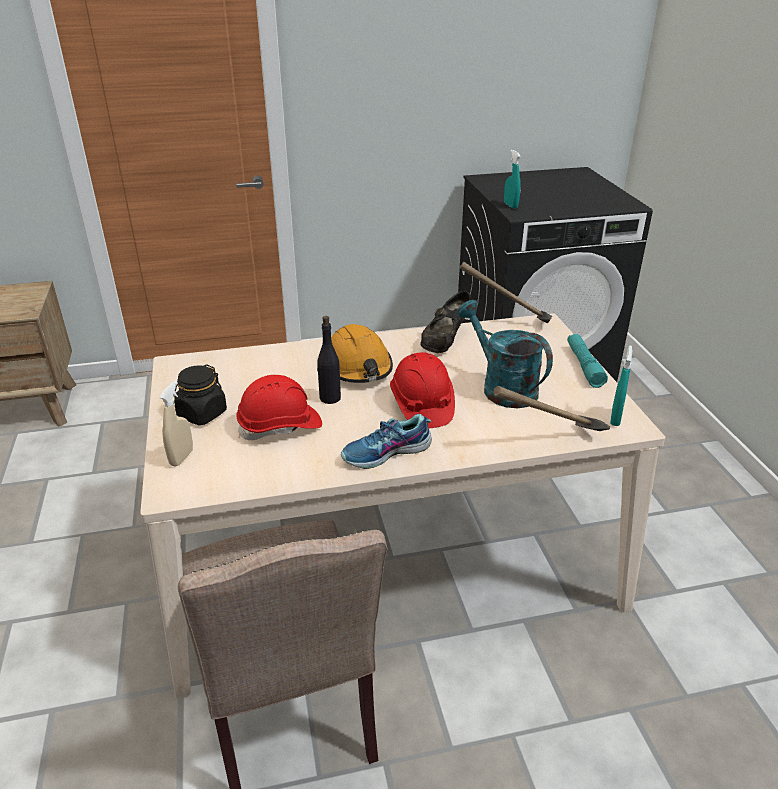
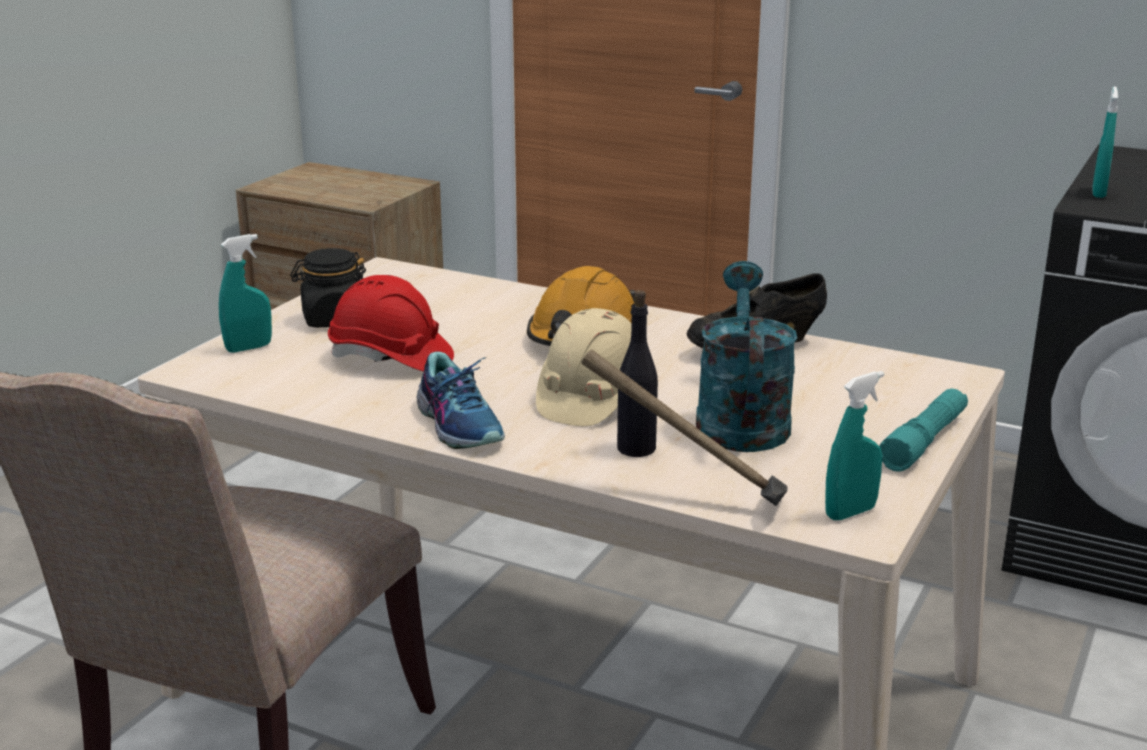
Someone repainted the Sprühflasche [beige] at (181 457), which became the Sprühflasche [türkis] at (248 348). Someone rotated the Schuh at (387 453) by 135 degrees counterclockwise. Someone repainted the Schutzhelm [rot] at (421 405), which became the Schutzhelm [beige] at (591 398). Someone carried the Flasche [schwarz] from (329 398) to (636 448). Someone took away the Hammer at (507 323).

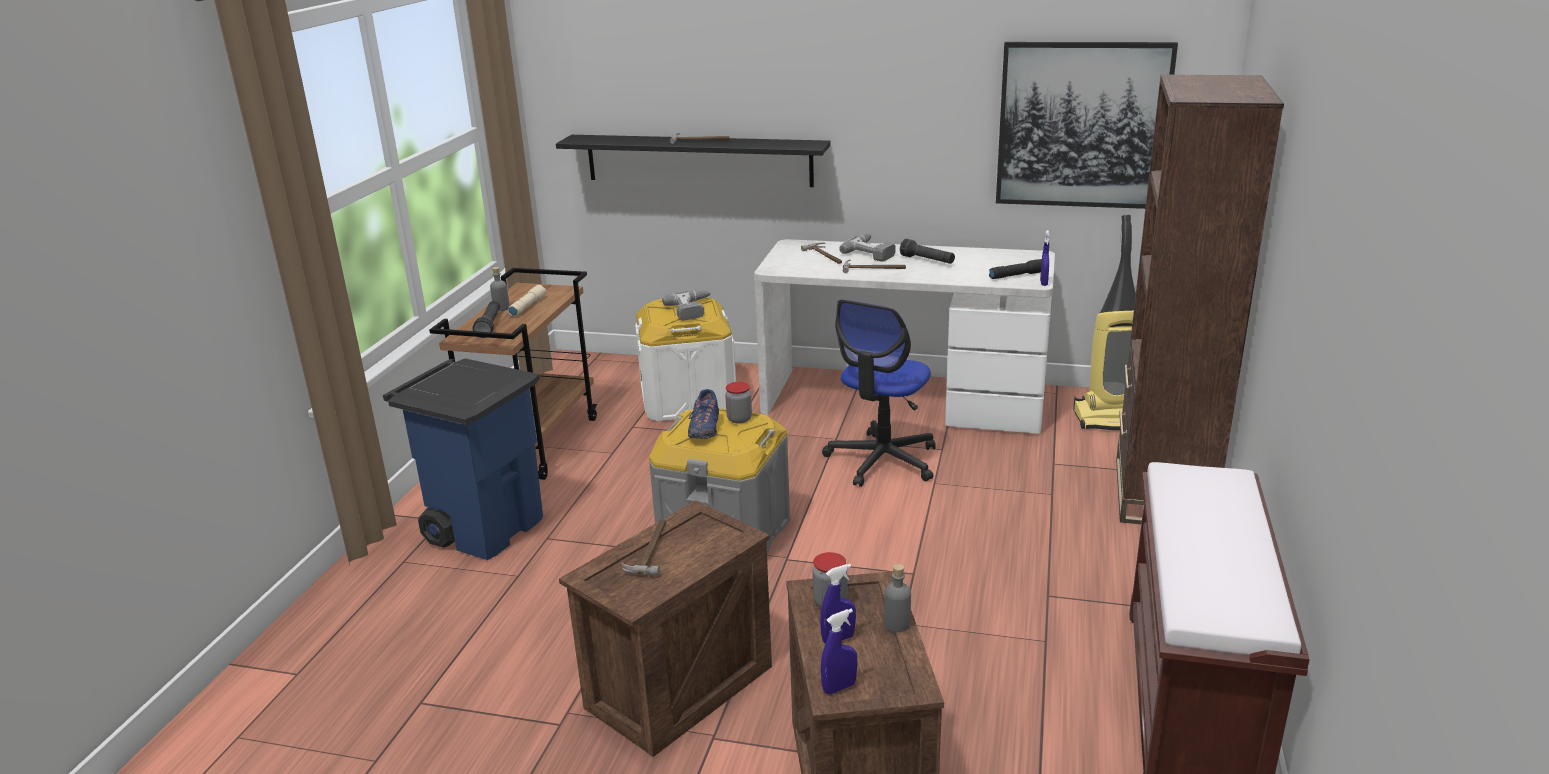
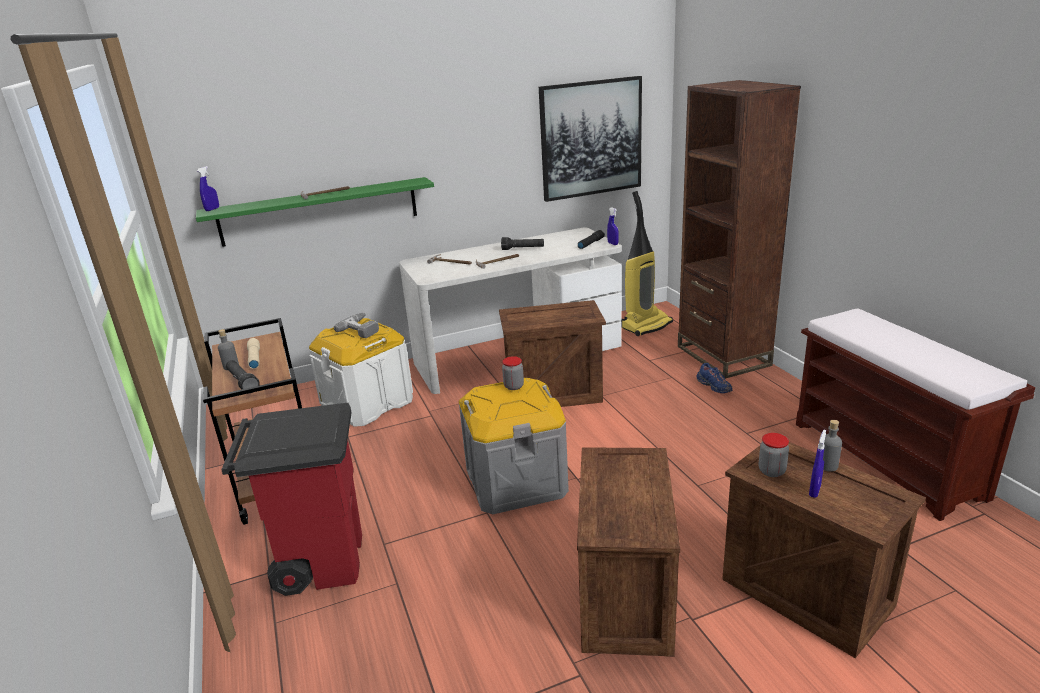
Someone repainted the Wandregal [schwarz] at (698 160), which became the Wandregal [grün] at (320 211). Someone carried the Sprühflasche [blau] from (839 687) to (212 209). Someone repainted the Mülleimer [blau] at (486 528), which became the Mülleimer [rot] at (320 560). Someone swapped the Bürostuhl at (882 460) for the Kiste at (553 394). Someone carried the Schuh [blau] from (705 428) to (714 387). Someone took away the Hammer at (650 549). Someone took away the Bohrmaschine at (872 252).

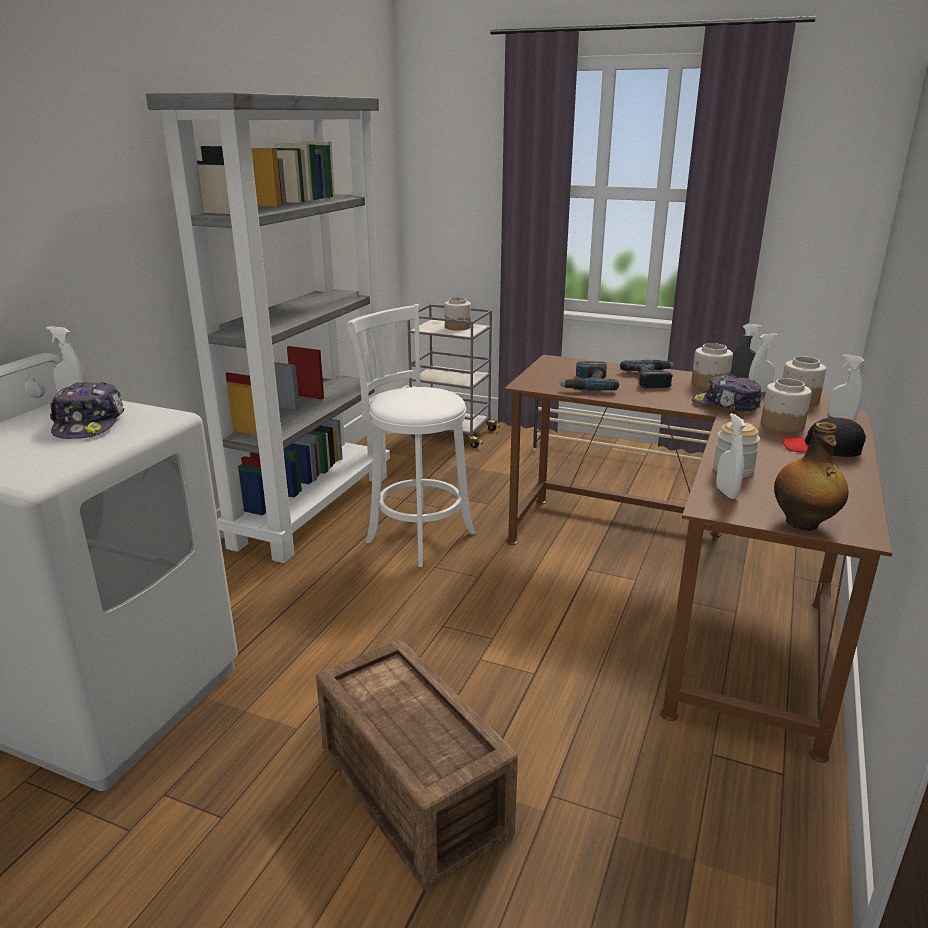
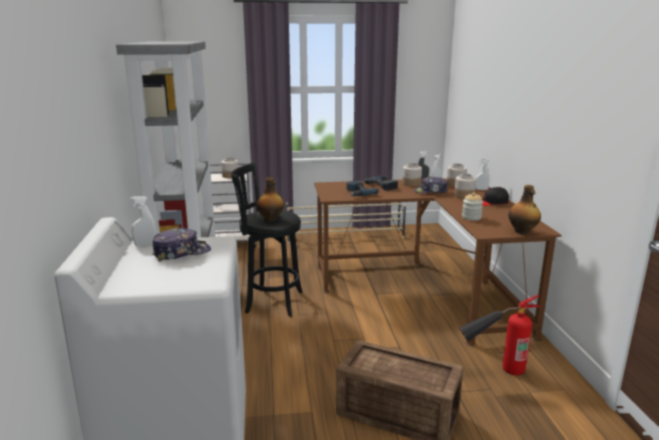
Someone rotated the Kappe at (90 424) by 75 degrees counterclockwise. Someone repainted the Hocker [weiß] at (416 535), which became the Hocker [schwarz] at (271 302). Someone put down the Flasche at (271 219). Someone put down the Feuerlöscher at (493 370). Someone took away the Sprühflasche [weiß] at (726 493).

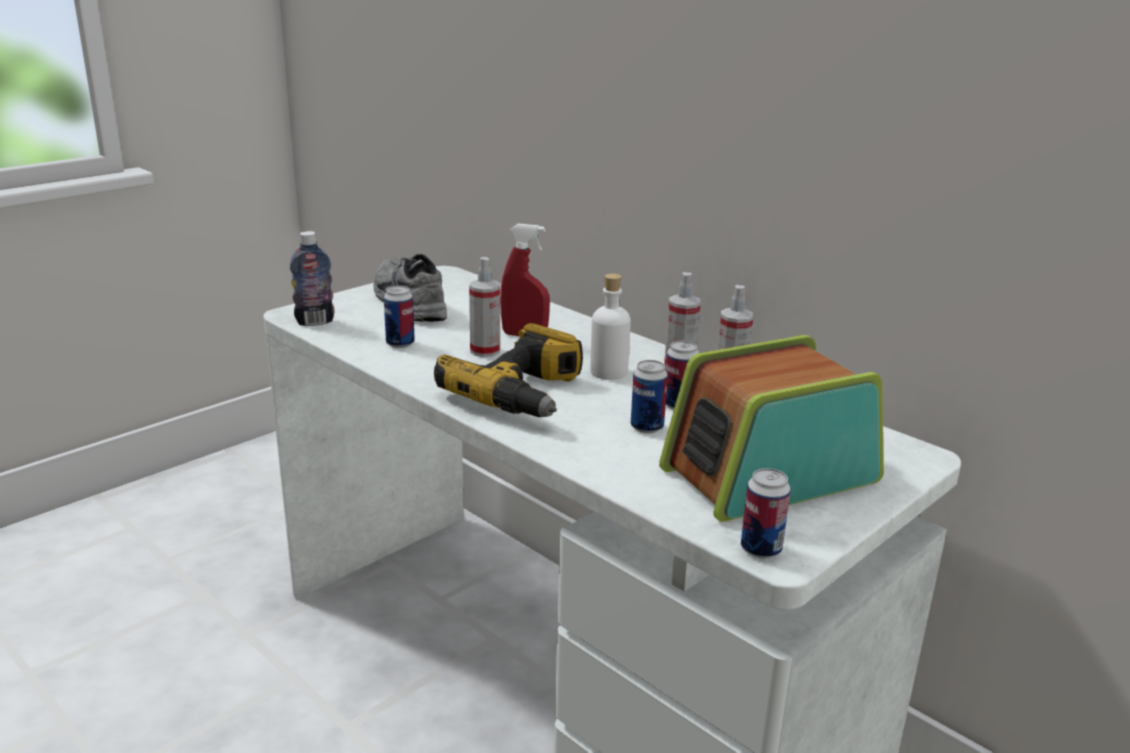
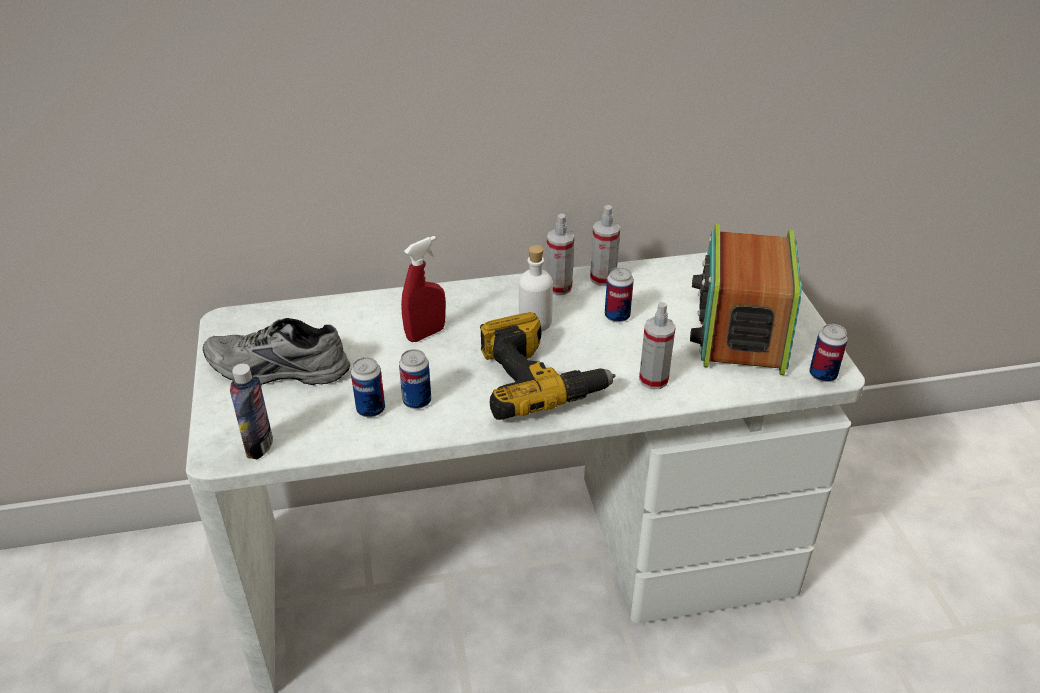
Someone carried the Dose from (647 427) to (417 401). Someone carried the Sprühflasche from (485 351) to (653 379).

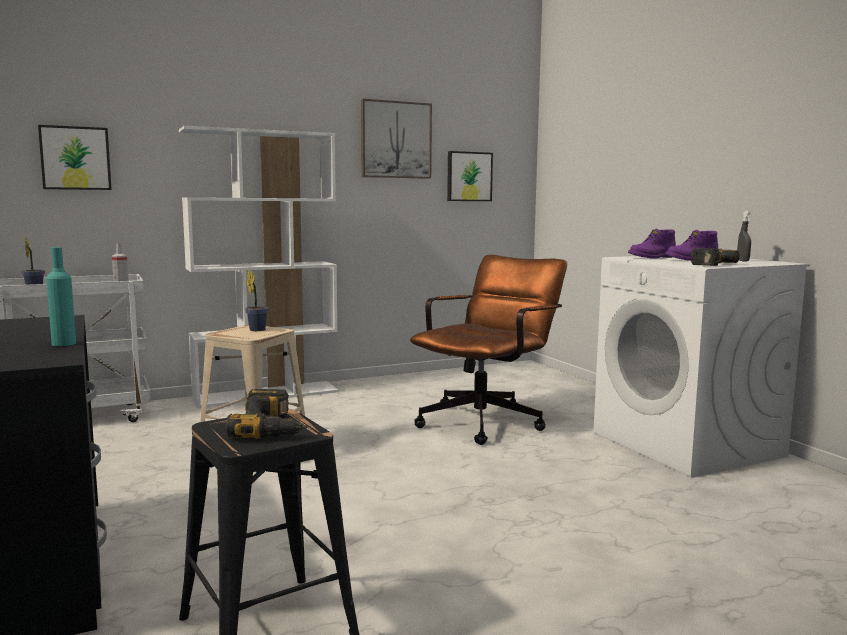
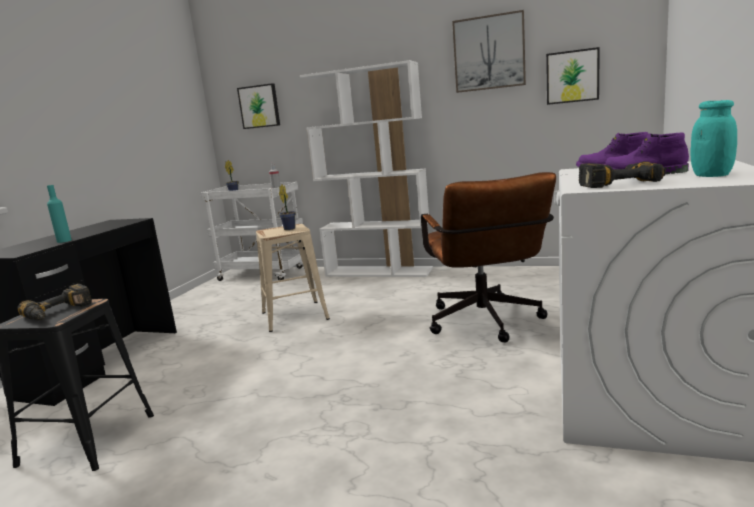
Someone rotated the Bürostuhl [braun] at (487 420) by 90 degrees clockwise. Someone swapped the Sprühflasche [grau] at (743 261) for the Vorratsglas [türkis] at (711 175).

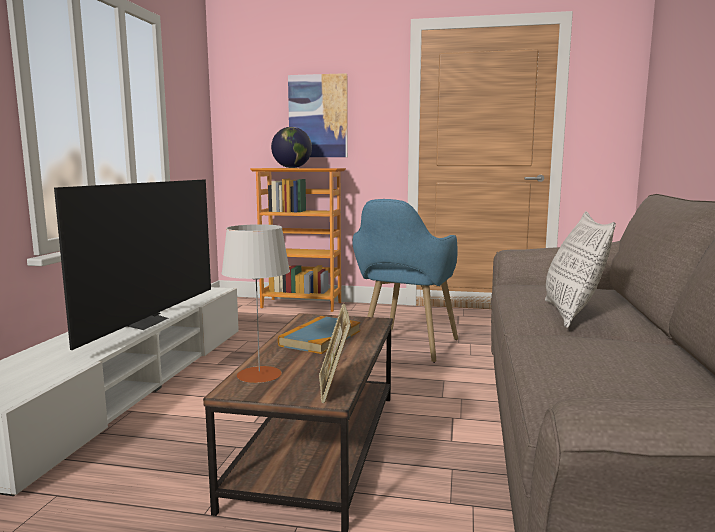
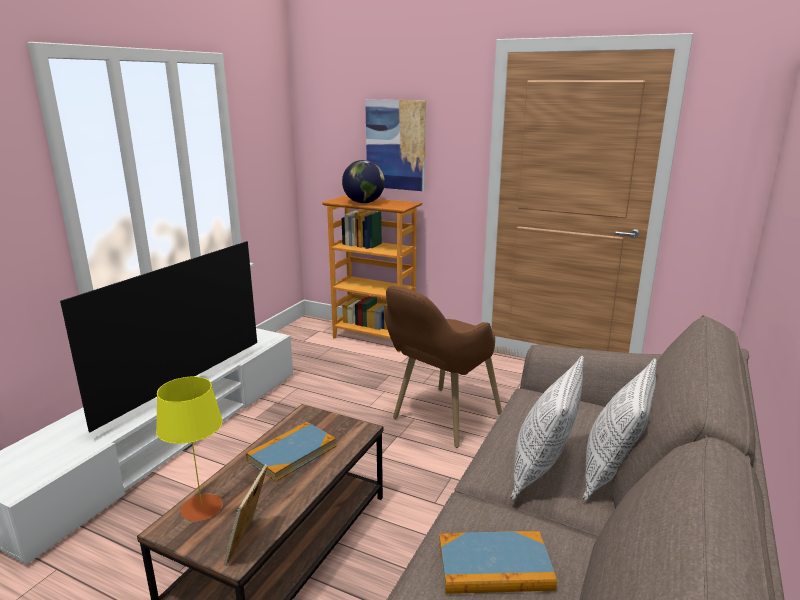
Someone repainted the Tischlampe [grau] at (259 375), which became the Tischlampe [gelb] at (201 507). Someone repainted the Sessel [blau] at (405 349), which became the Sessel [braun] at (439 422). Someone put down the Buch at (494 567). Someone put down the Kissen at (611 473).

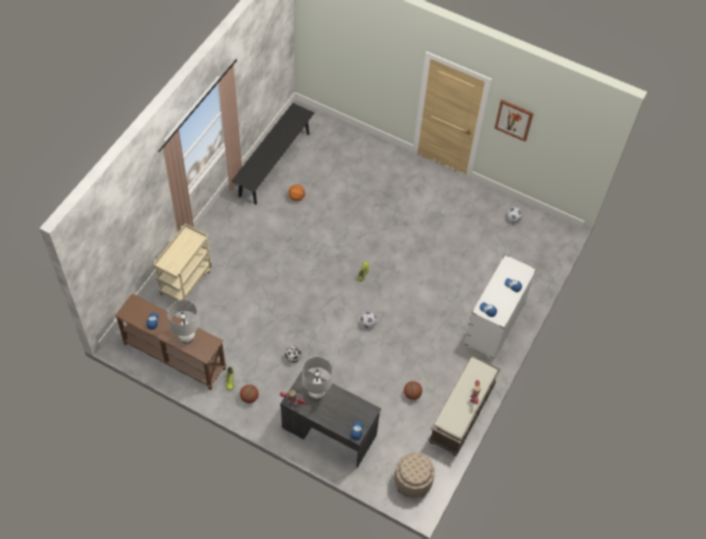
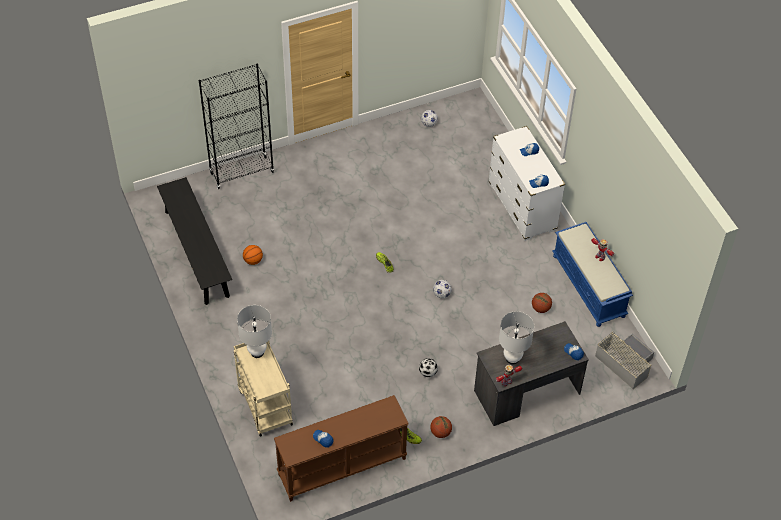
Someone put down the Bücherregal [schwarz] at (242 172). Someone carried the Tischlampe [weiß] from (187 338) to (257 352). Someone repainted the Bank [braun] at (462 414), which became the Bank [blau] at (589 286). Someone swapped the Polsterhocker [beige] at (412 481) for the Aufbewahrungsbox [grau] at (624 362). Someone took away the Bild at (514 120).

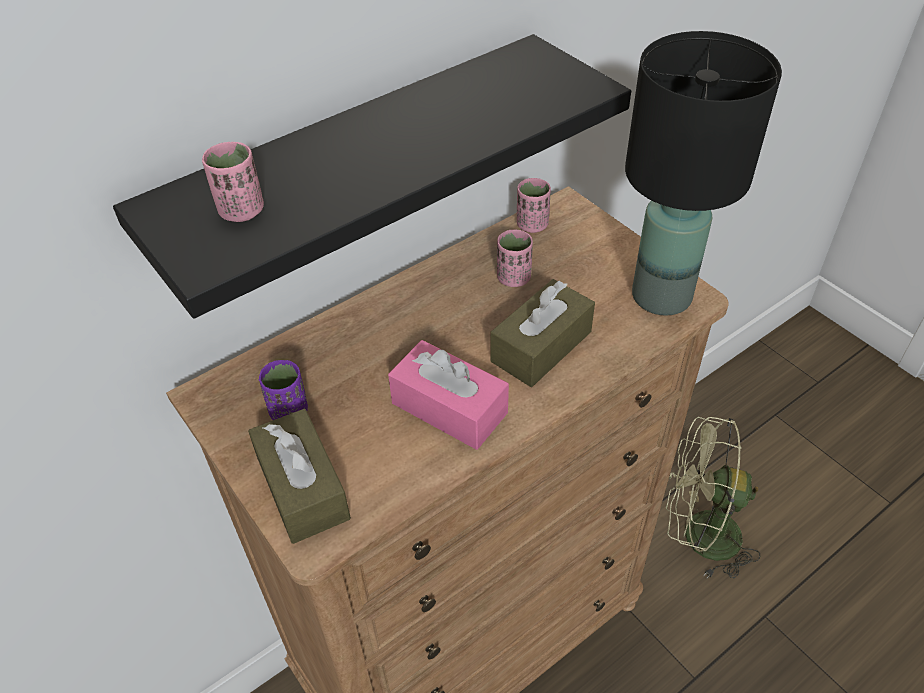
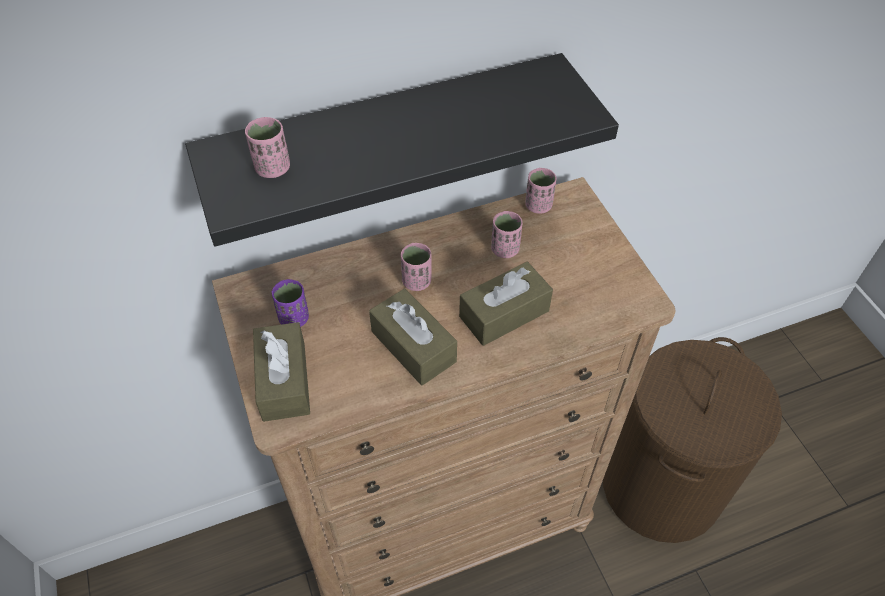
Someone repainted the Taschentuchbox [rosa] at (449 408), which became the Taschentuchbox [braun] at (413 346). Someone put down the Tasse [rosa] at (417 281). Someone swapped the Ventilator [grün] at (698 536) for the Wäschekorb [braun] at (661 487). Someone took away the Tischlampe [schwarz] at (663 297).

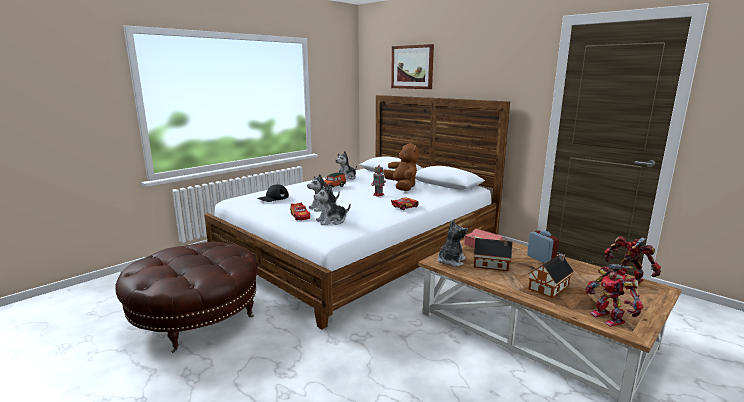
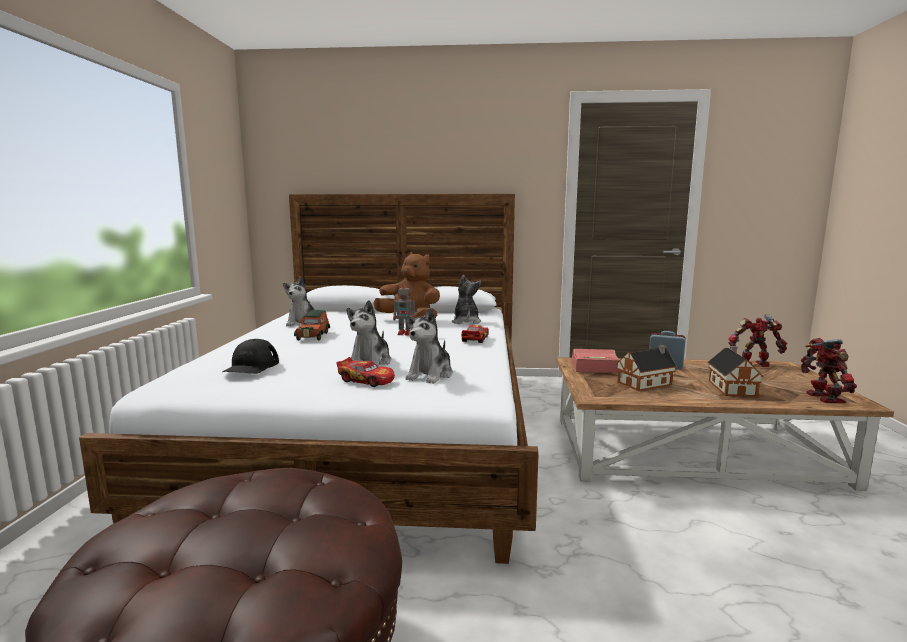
Someone carried the Plüschtier from (450 261) to (466 322). Someone rotated the Spielzeugroboter at (608 318) by 120 degrees counterclockwise. Someone took away the Bild at (412 67).

